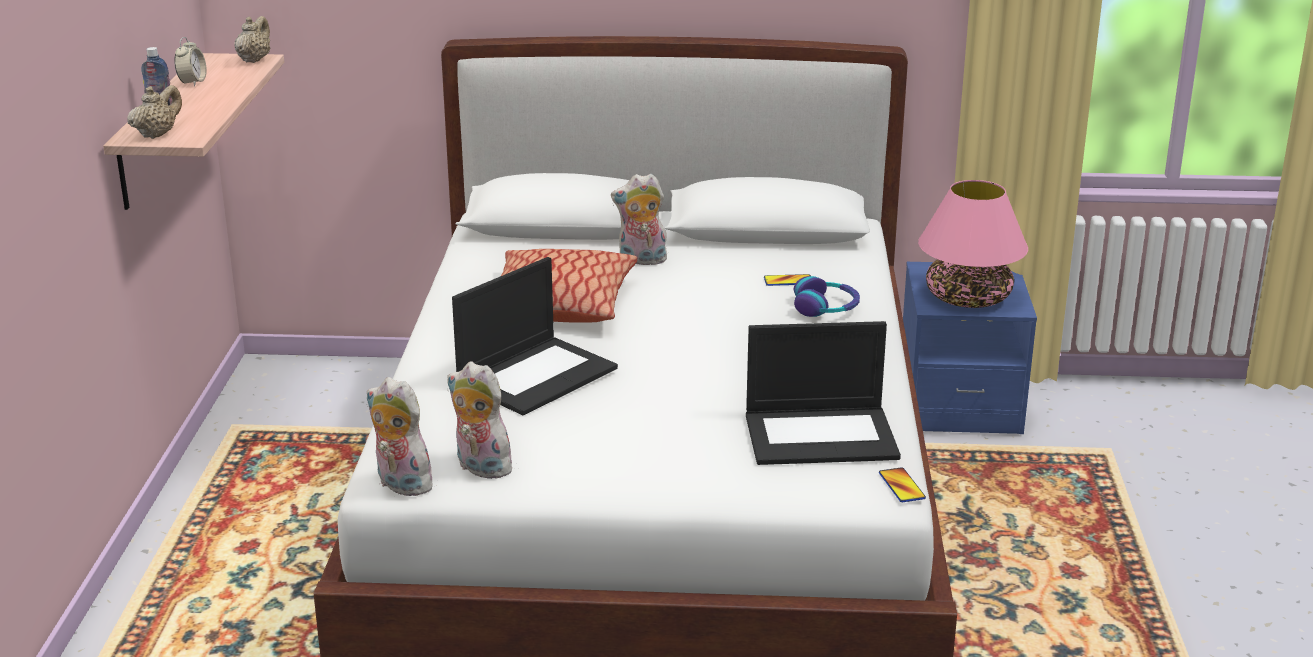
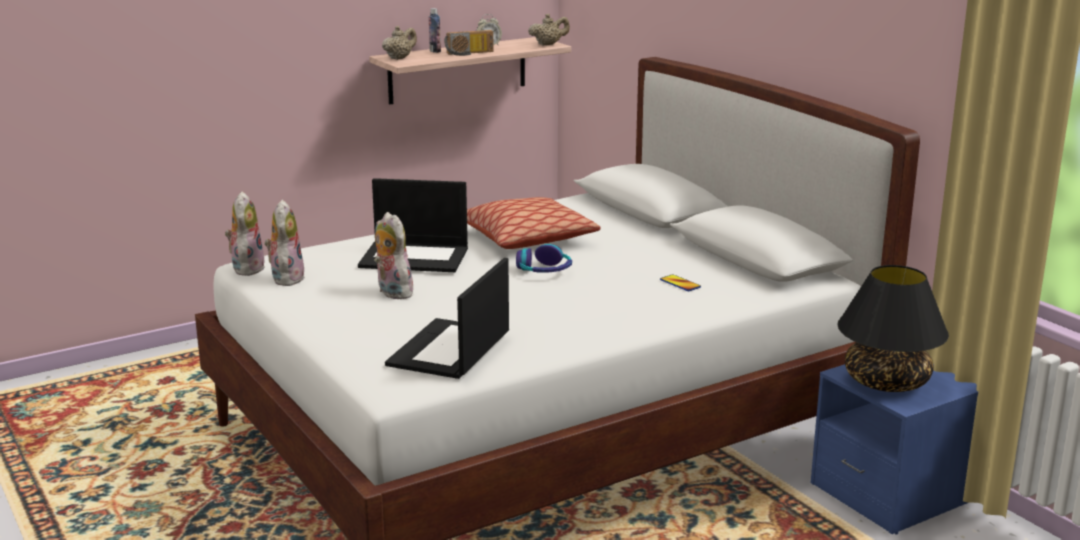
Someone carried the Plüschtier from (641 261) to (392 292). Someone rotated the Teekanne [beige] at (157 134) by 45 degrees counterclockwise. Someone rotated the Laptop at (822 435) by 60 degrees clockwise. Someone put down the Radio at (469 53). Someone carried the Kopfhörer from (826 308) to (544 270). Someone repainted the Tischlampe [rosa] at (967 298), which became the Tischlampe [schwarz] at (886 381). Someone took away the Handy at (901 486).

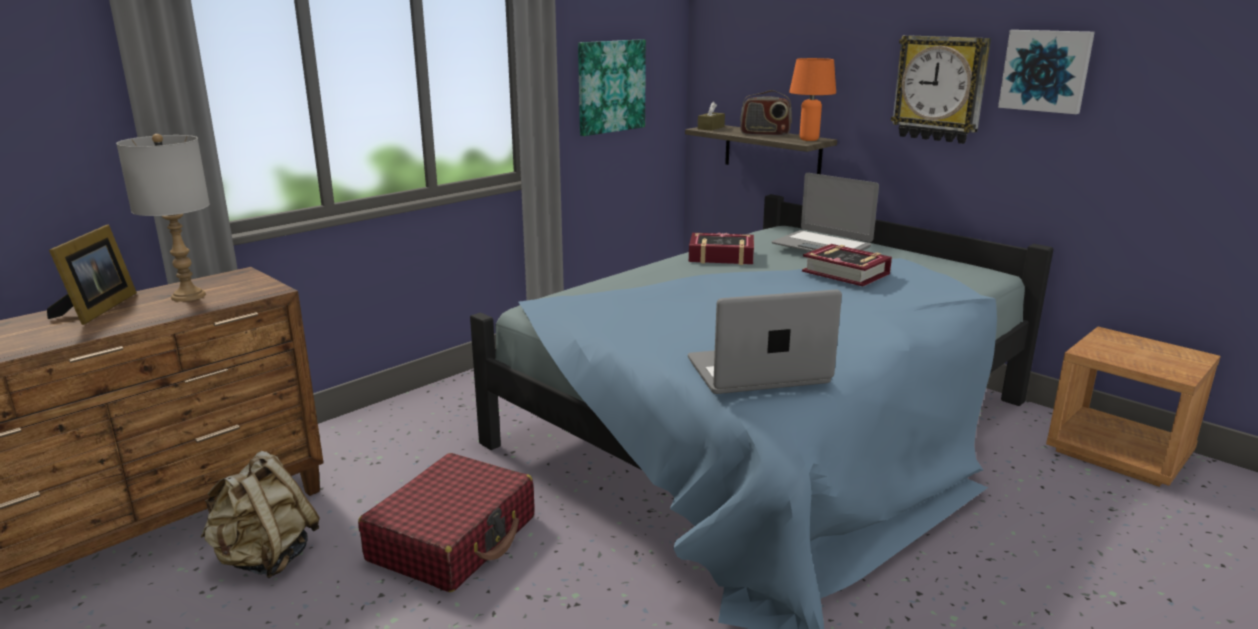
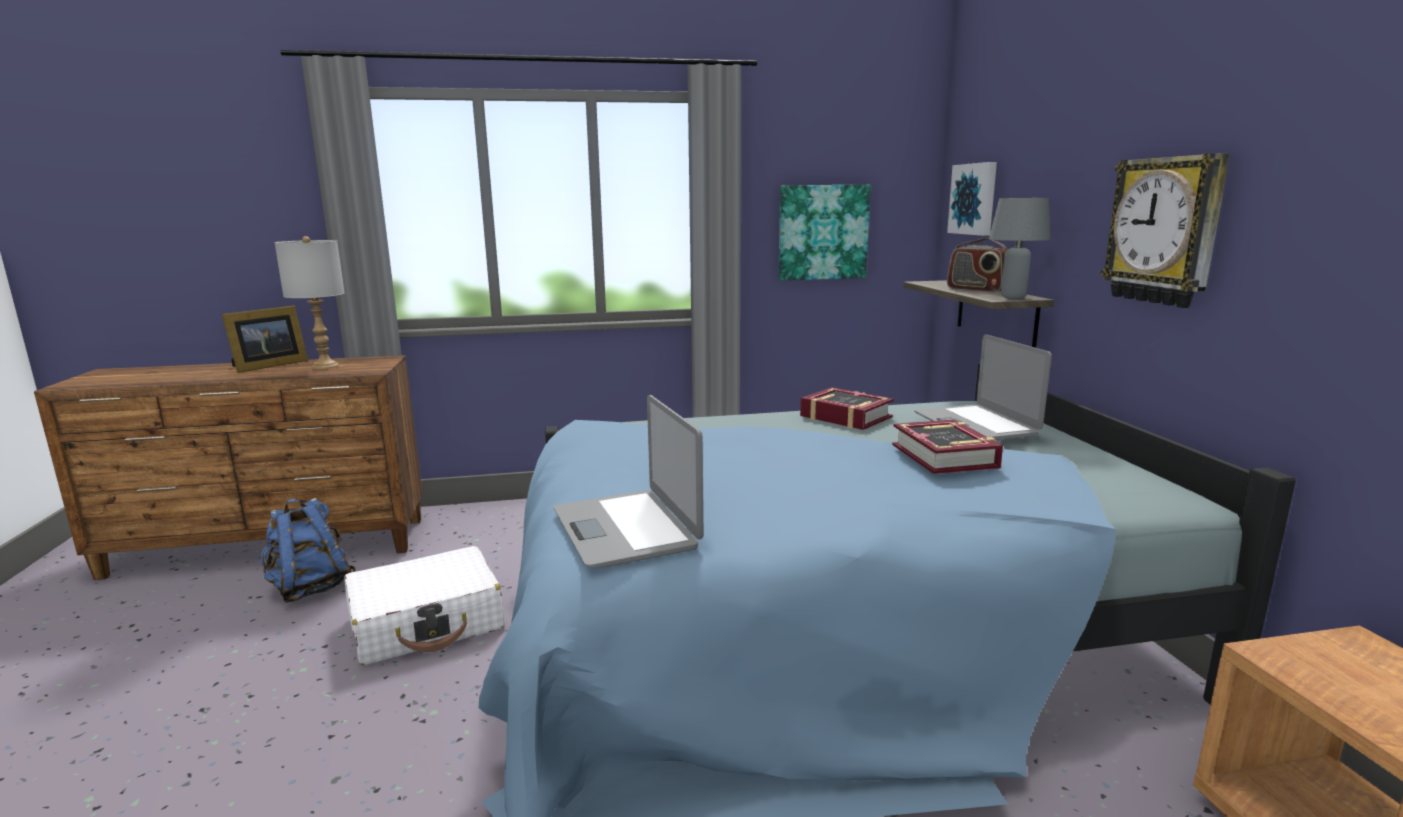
Someone repainted the Rucksack [beige] at (265 558), which became the Rucksack [blau] at (310 588). Someone repainted the Koffer [rot] at (453 538), which became the Koffer [weiß] at (427 622). Someone rotated the Laptop at (758 372) by 135 degrees counterclockwise. Someone carried the Bild from (1046 71) to (974 199). Someone repainted the Tischlampe [orange] at (809 140), which became the Tischlampe [grau] at (1013 297). Someone took away the Taschentuchbox [braun] at (711 128).

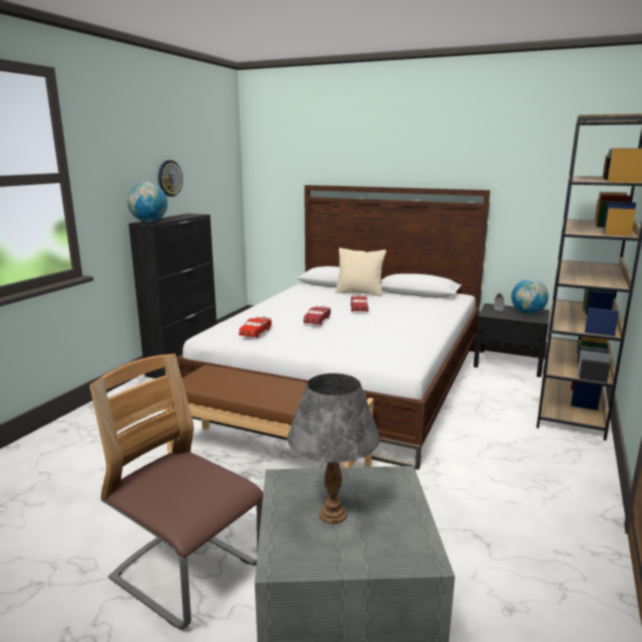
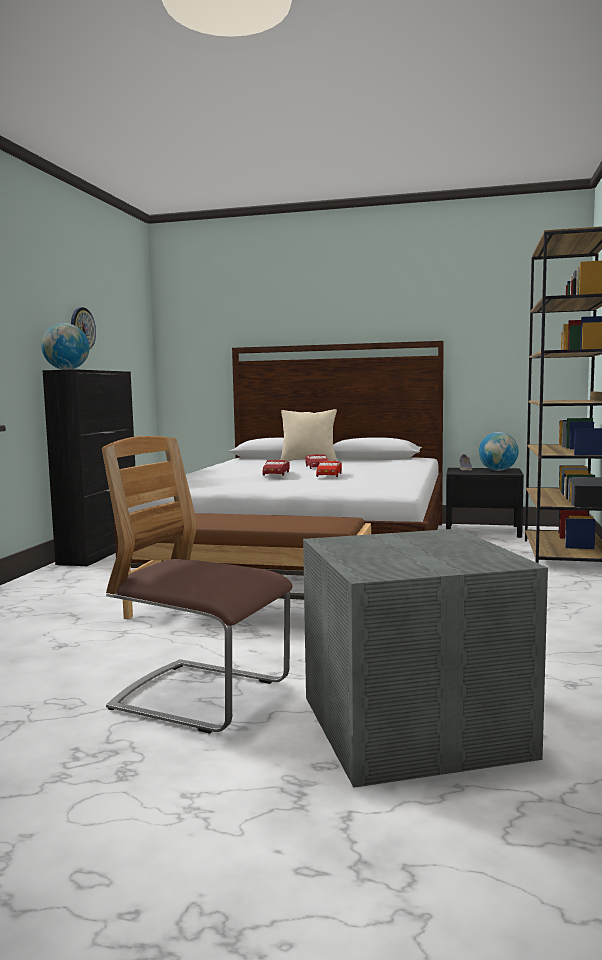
Someone carried the Spielzeugauto [rot] from (255 332) to (329 475). Someone took away the Tischlampe [grau] at (333 514).

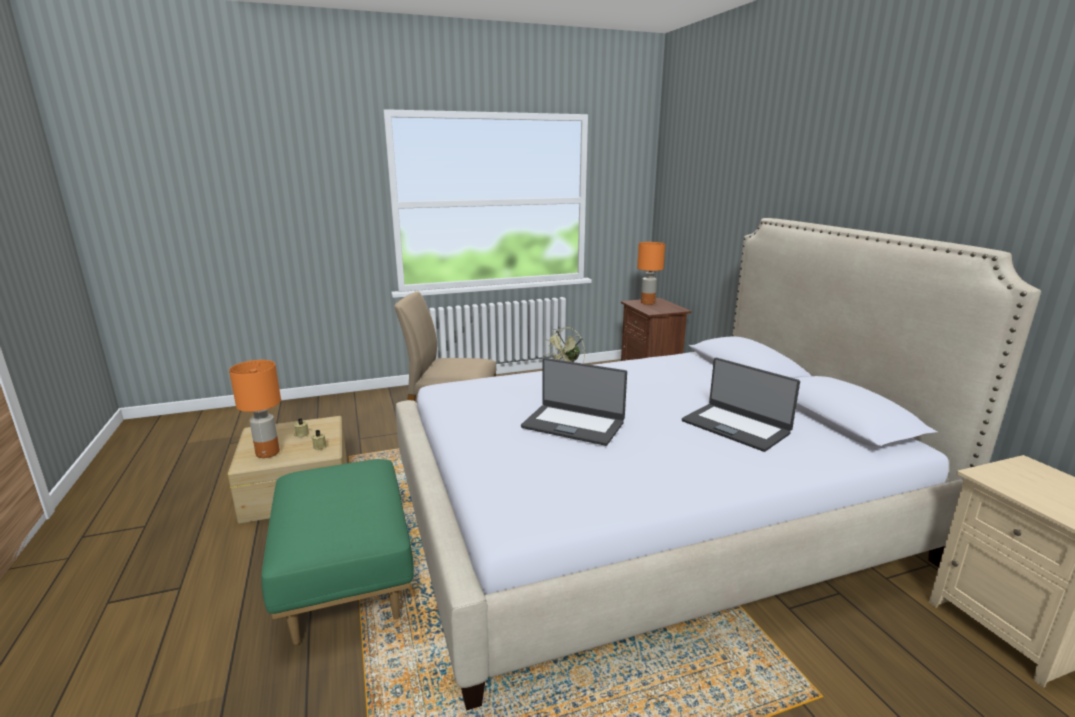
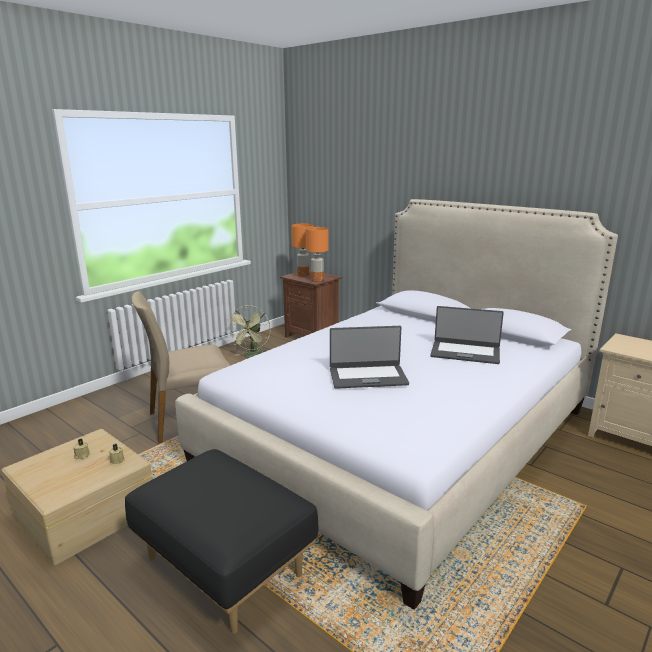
Someone repainted the Polsterhocker [grün] at (347 580), which became the Polsterhocker [schwarz] at (226 566). Someone carried the Tischlampe [orange] from (268 453) to (317 280).

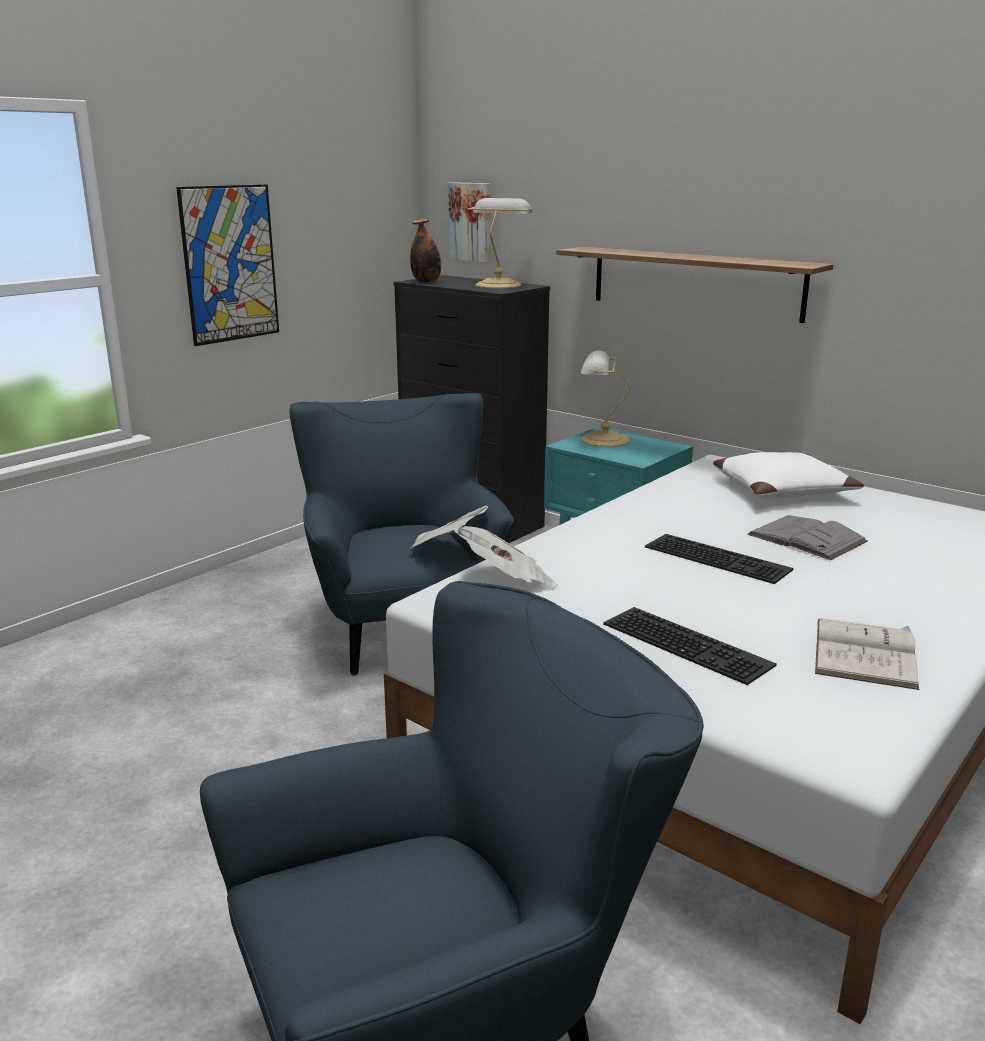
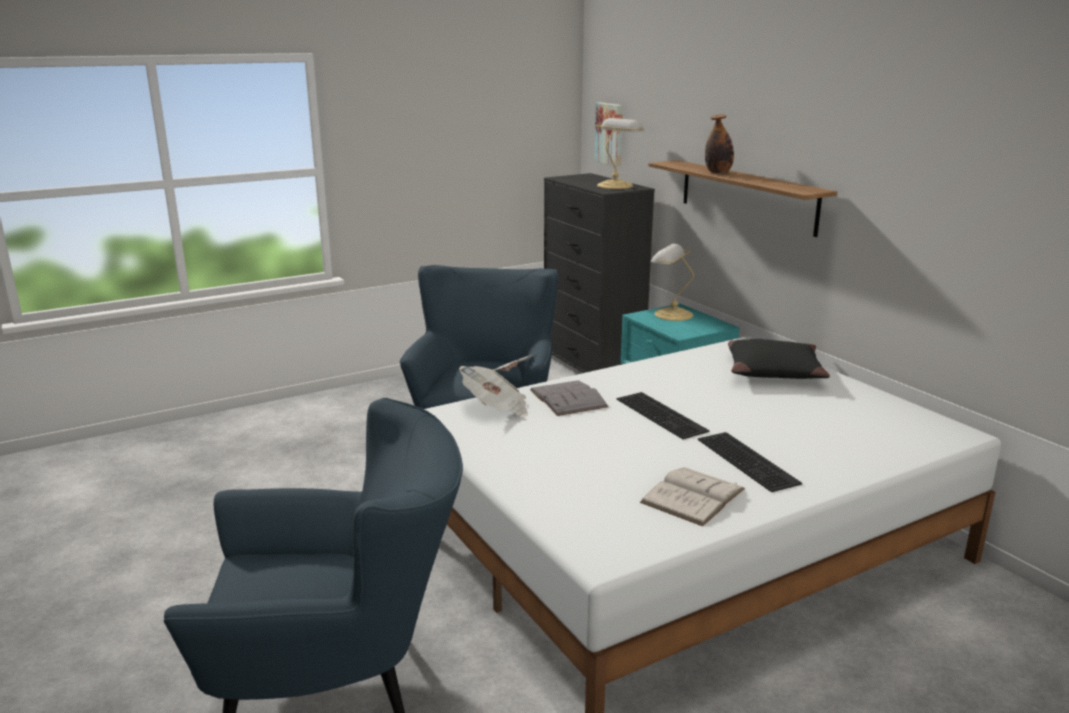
Someone carried the Buch [grau] from (807 538) to (568 398). Someone carried the Tastatur from (689 643) to (749 461). Someone carried the Flasche from (426 282) to (718 172). Someone repainted the Kissen [weiß] at (782 490), which became the Kissen [schwarz] at (774 371). Someone took away the Bild at (230 264).

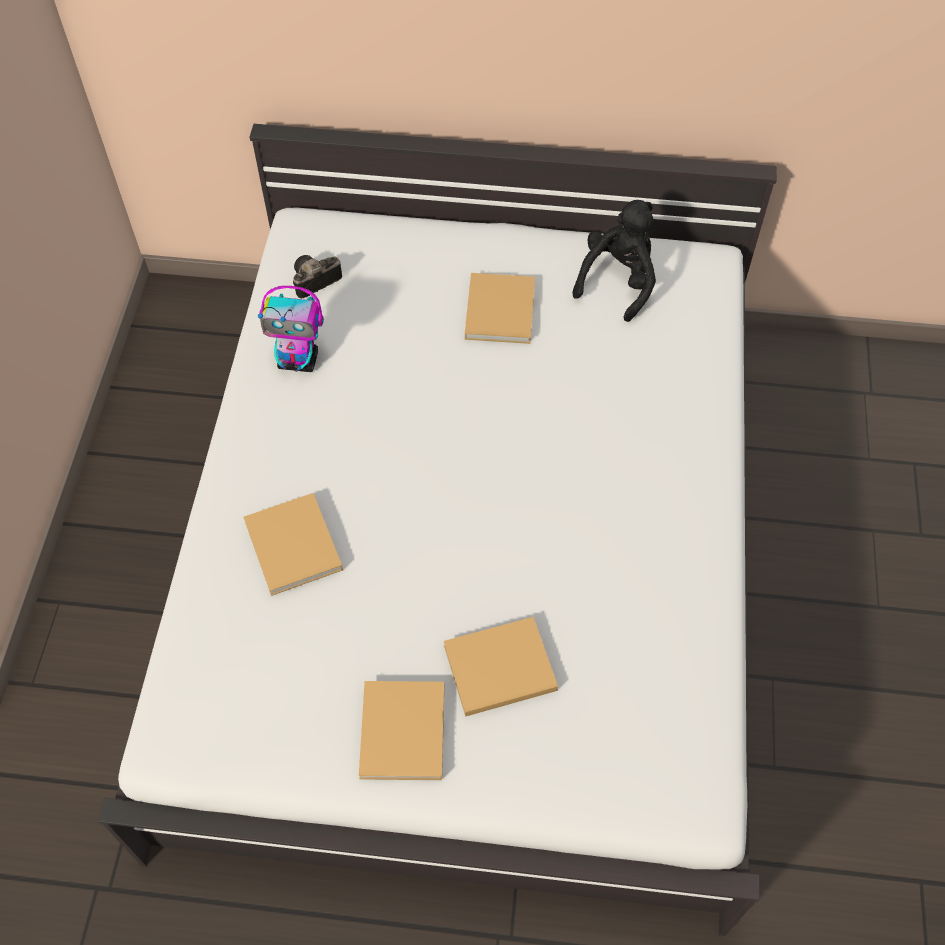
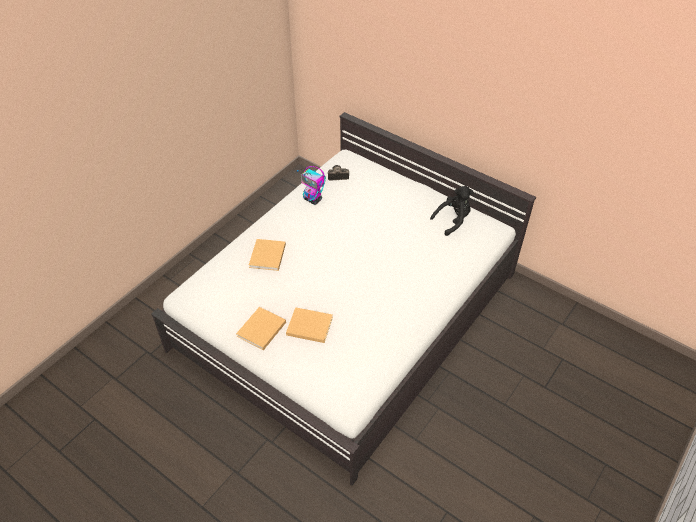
Someone took away the Buch [beige] at (500 308).

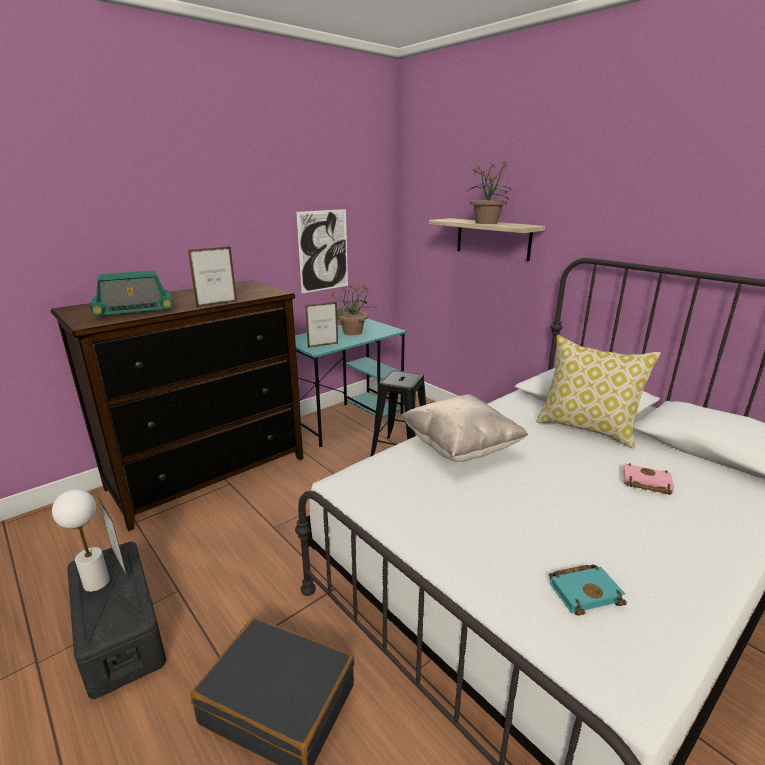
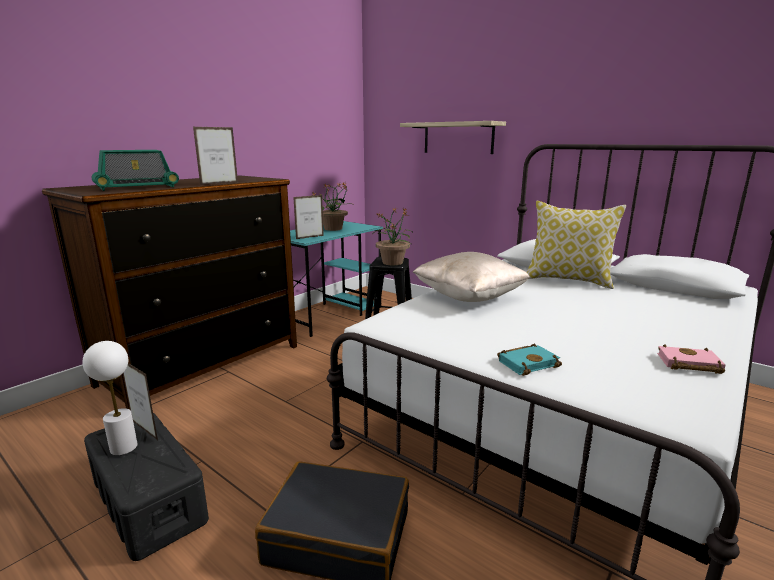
Someone carried the Topfpflanze from (486 223) to (392 262). Someone carried the Buch [türkis] from (585 591) to (528 363). Someone carried the Buch [rosa] from (645 483) to (688 364). Someone took away the Bild at (323 251).

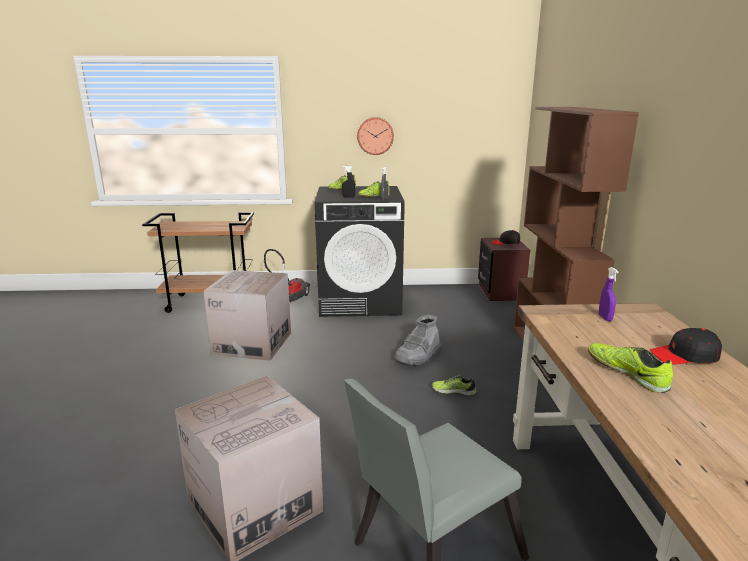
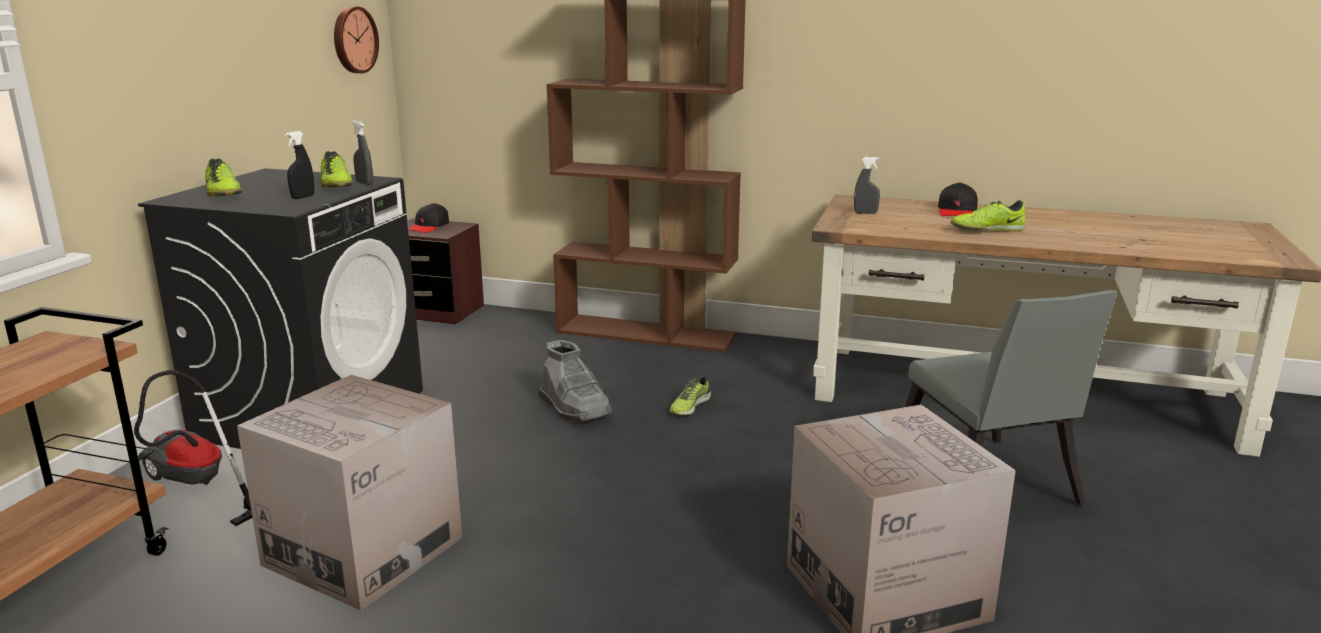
Someone carried the Wanduhr from (375 136) to (353 40). Someone repainted the Sprühflasche [lila] at (605 318), which became the Sprühflasche [grau] at (865 213).

